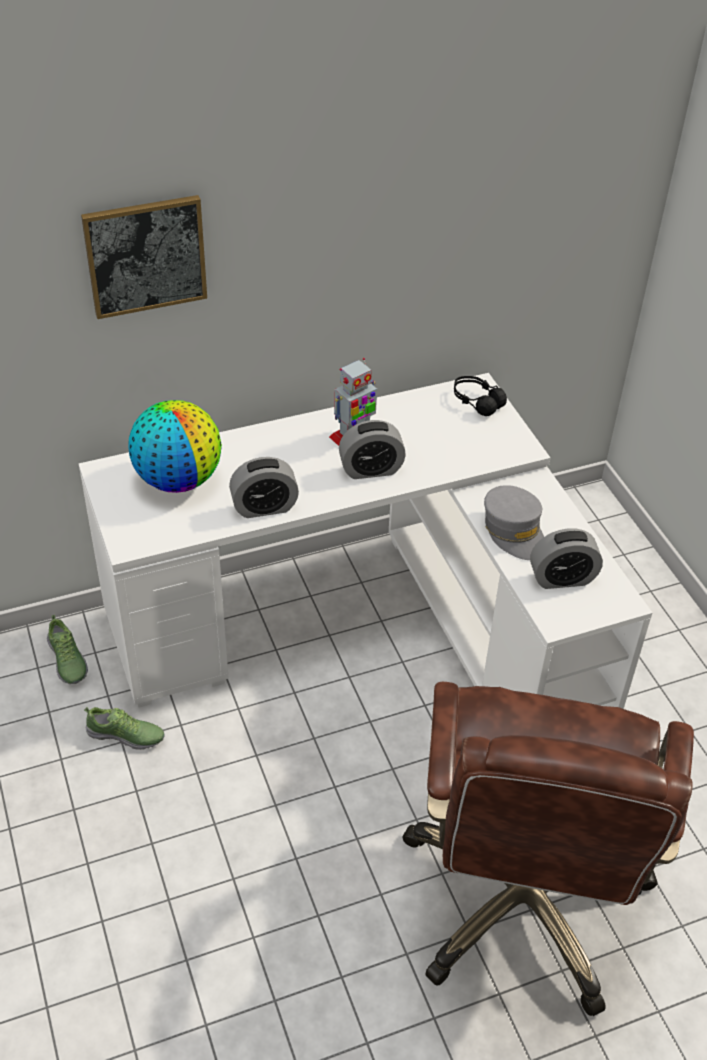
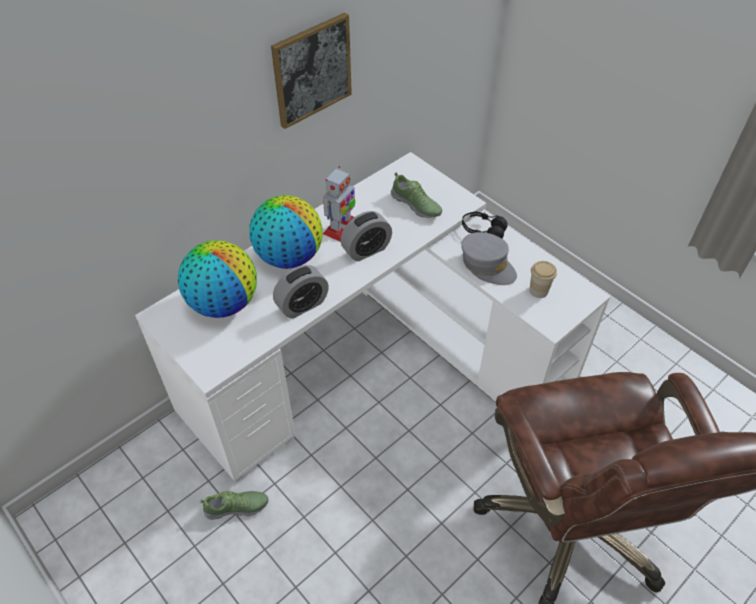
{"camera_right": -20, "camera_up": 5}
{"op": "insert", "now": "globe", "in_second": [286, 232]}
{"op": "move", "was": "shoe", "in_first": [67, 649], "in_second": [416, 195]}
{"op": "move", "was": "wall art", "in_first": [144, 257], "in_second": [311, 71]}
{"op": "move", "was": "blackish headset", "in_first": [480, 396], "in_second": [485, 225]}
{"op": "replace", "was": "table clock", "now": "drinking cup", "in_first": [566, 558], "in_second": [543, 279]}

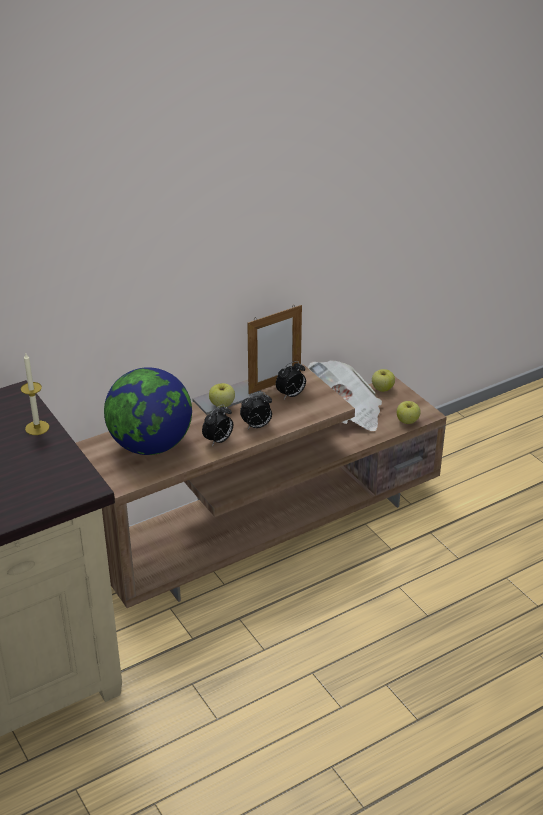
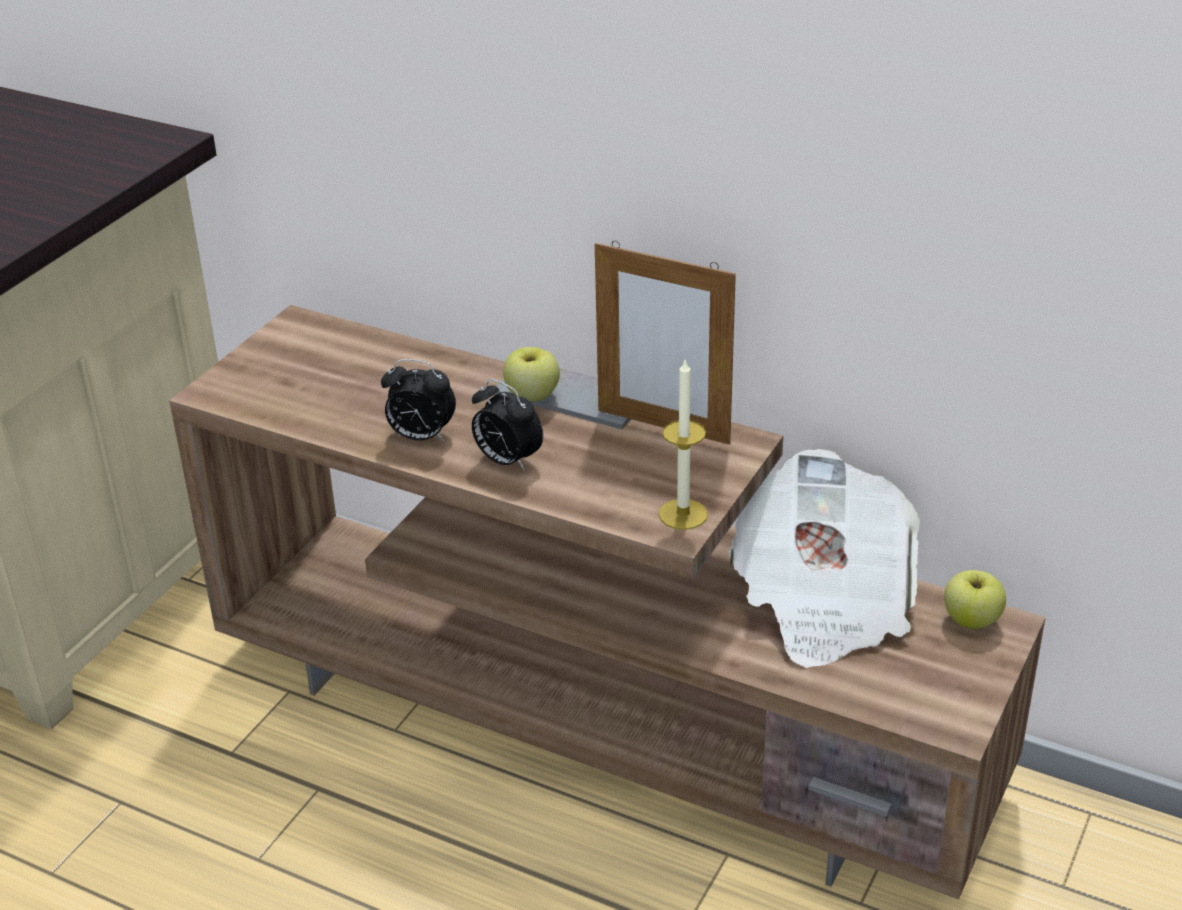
{"camera_right": 60, "camera_up": 0}
{"op": "delete", "was": "globe", "in_first": [148, 411]}
{"op": "delete", "was": "table clock", "in_first": [291, 380]}
{"op": "delete", "was": "apple", "in_first": [409, 412]}
{"op": "move", "was": "candle", "in_first": [35, 393], "in_second": [683, 445]}

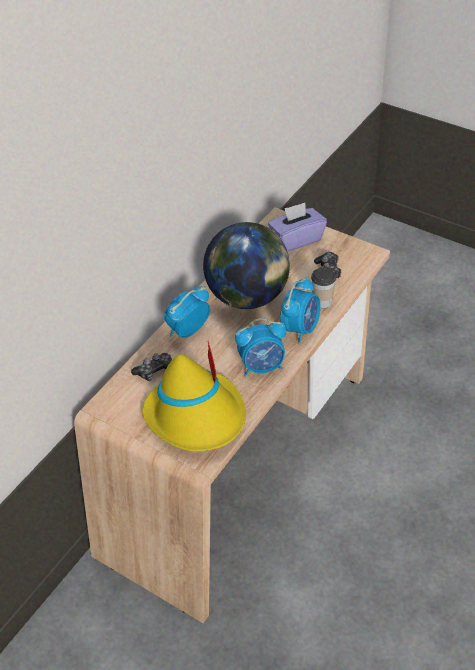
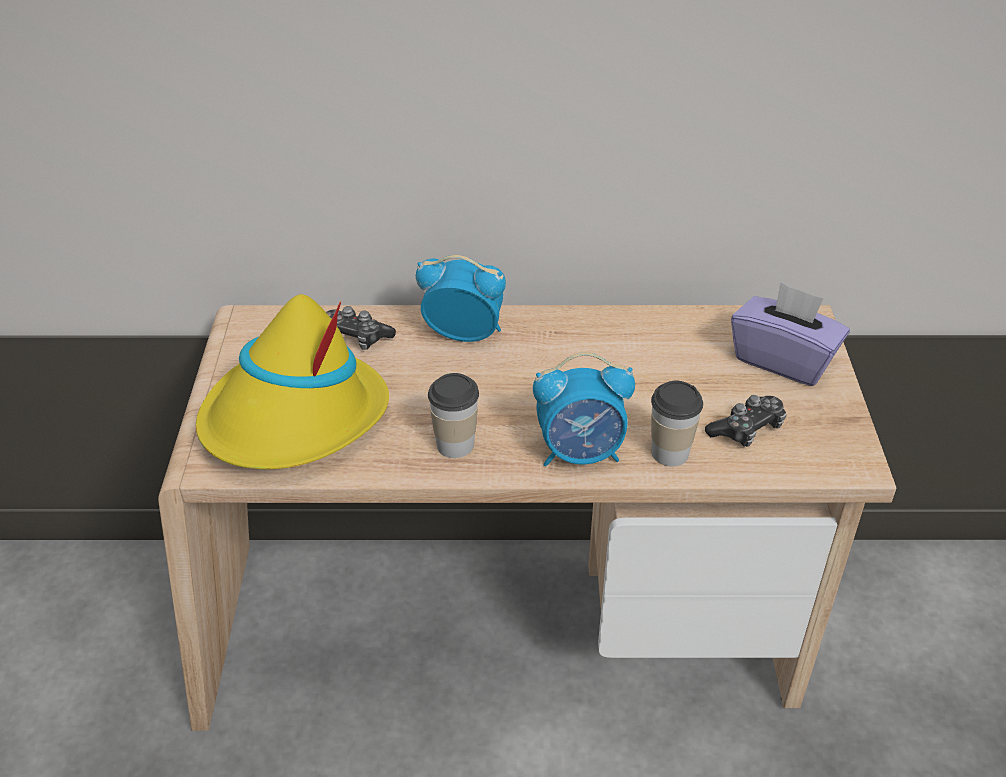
{"camera_right": 55, "camera_up": -5}
{"op": "delete", "was": "globe", "in_first": [246, 265]}
{"op": "replace", "was": "table clock", "now": "drinking cup", "in_first": [260, 347], "in_second": [453, 415]}

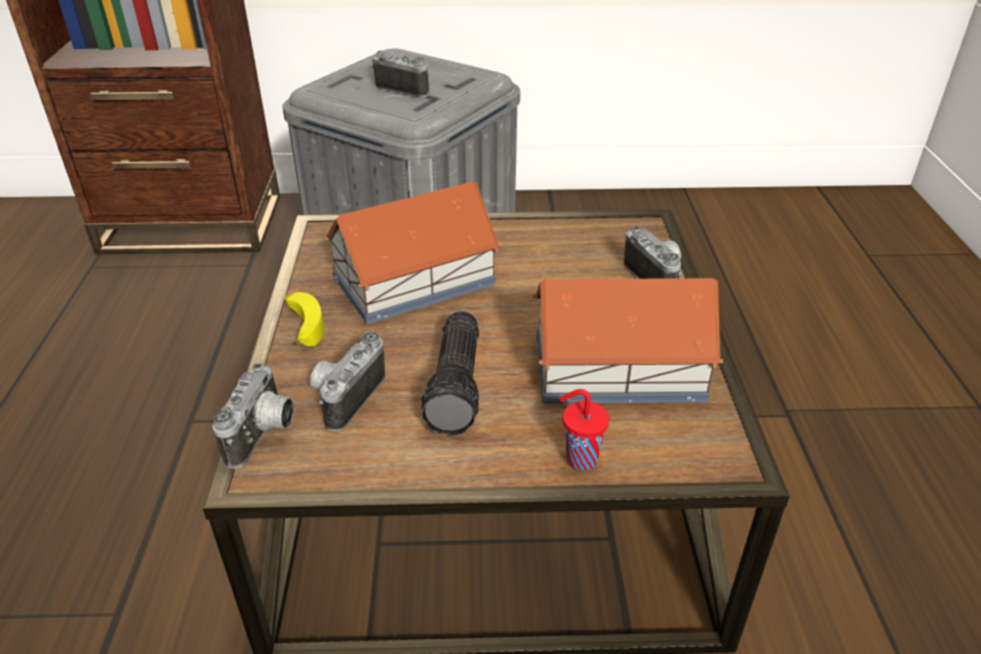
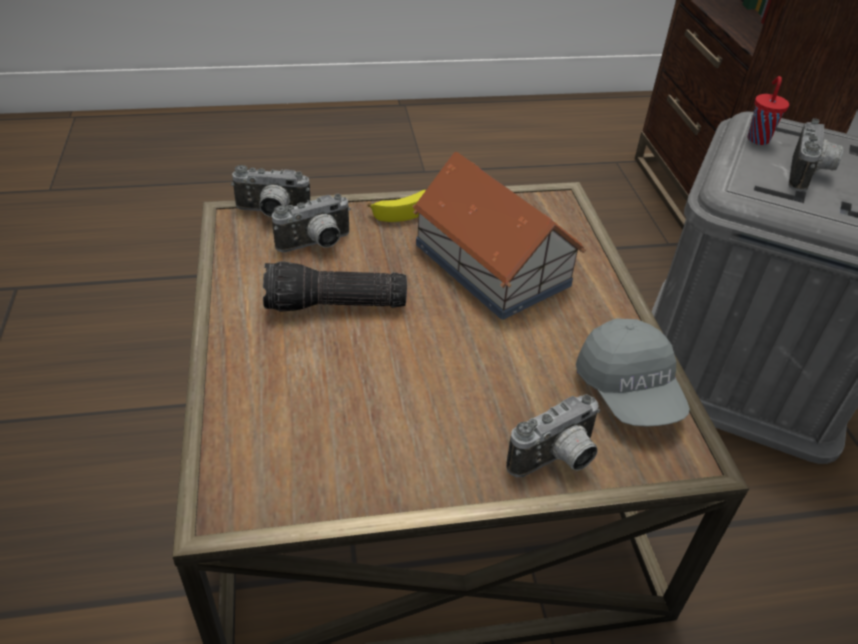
{"camera_right": 80, "camera_up": 5}
{"op": "delete", "was": "model house", "in_first": [628, 341]}
{"op": "insert", "now": "greyish cap", "in_second": [633, 372]}
{"op": "move", "was": "red-coloured drinking cup", "in_first": [584, 429], "in_second": [768, 110]}
{"op": "rotate", "was": "still camera", "in_first": [347, 381], "in_second": [311, 223], "clockwise": 135}

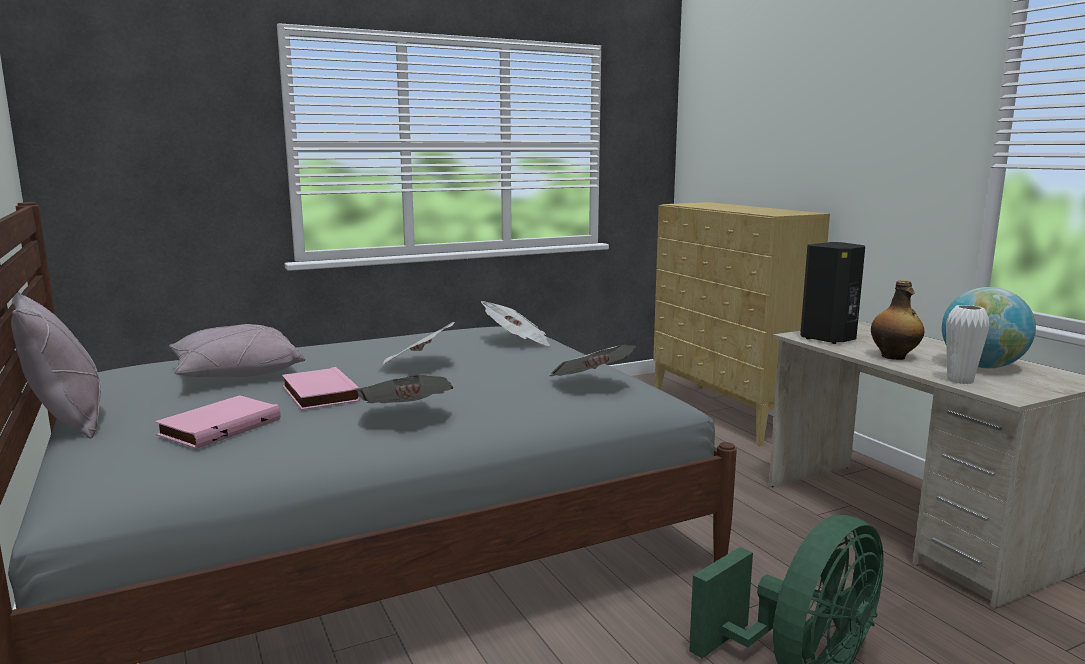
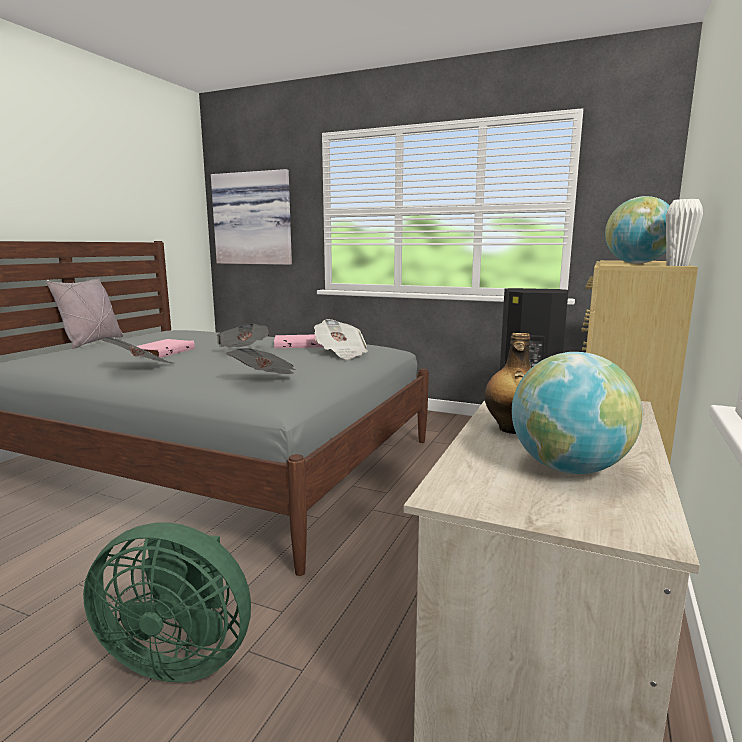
{"camera_right": 50, "camera_up": 0}
{"op": "delete", "was": "purple-coloured pillow", "in_first": [237, 350]}
{"op": "insert", "now": "wall art", "in_second": [251, 217]}
{"op": "insert", "now": "globe", "in_second": [637, 230]}
{"op": "move", "was": "pink-coloured bound book", "in_first": [218, 422], "in_second": [299, 341]}
{"op": "move", "was": "white-coloured vase", "in_first": [968, 344], "in_second": [684, 232]}

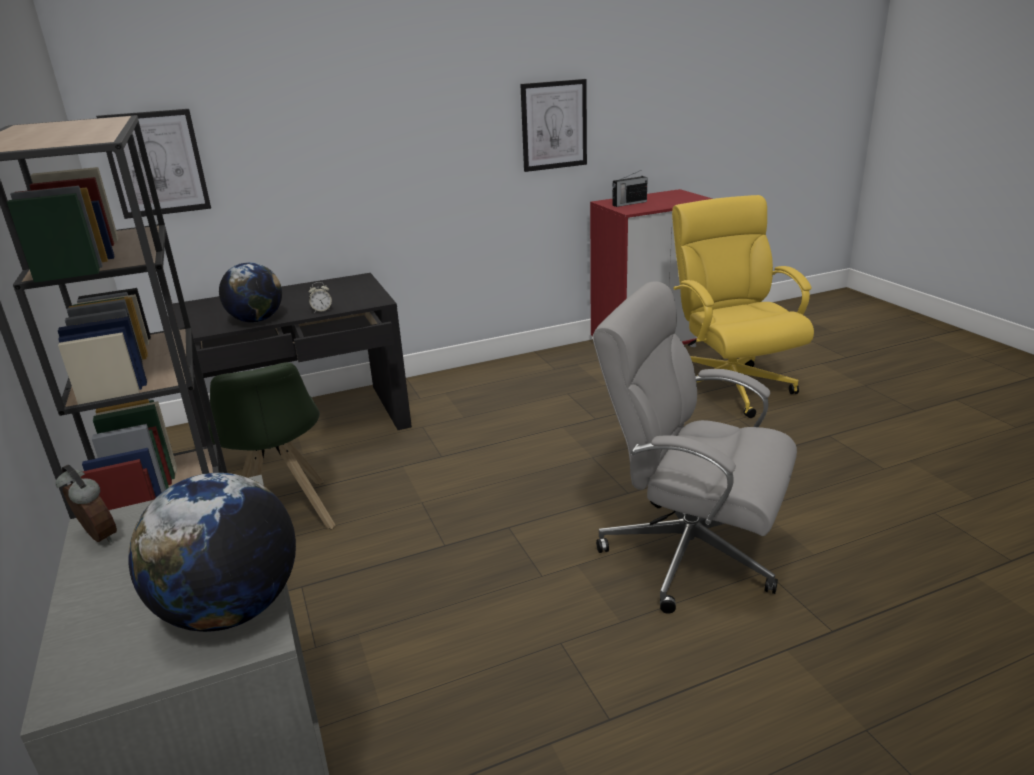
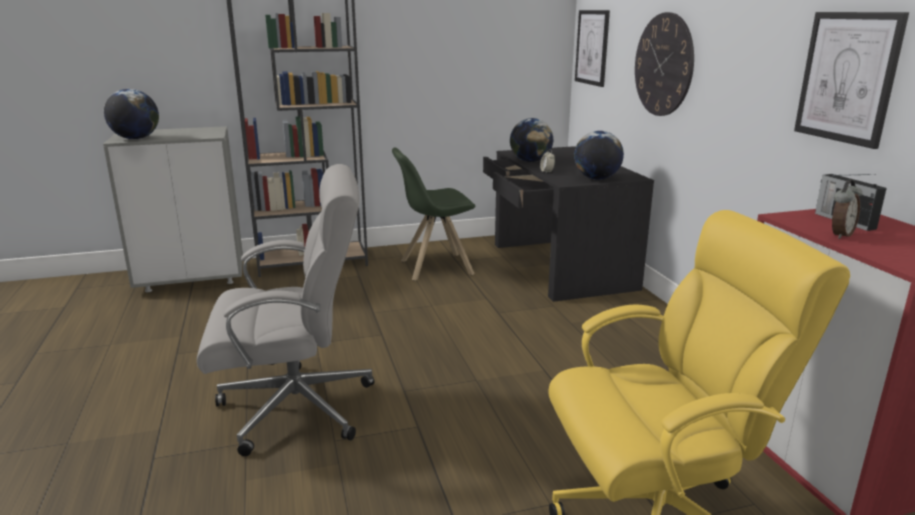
{"camera_right": 95, "camera_up": -5}
{"op": "insert", "now": "globe", "in_second": [599, 155]}
{"op": "insert", "now": "clock on the wall", "in_second": [664, 64]}
{"op": "move", "was": "table clock", "in_first": [86, 504], "in_second": [847, 209]}
{"op": "rotate", "was": "greyish desk chair", "in_first": [695, 447], "in_second": [285, 310], "clockwise": 45}

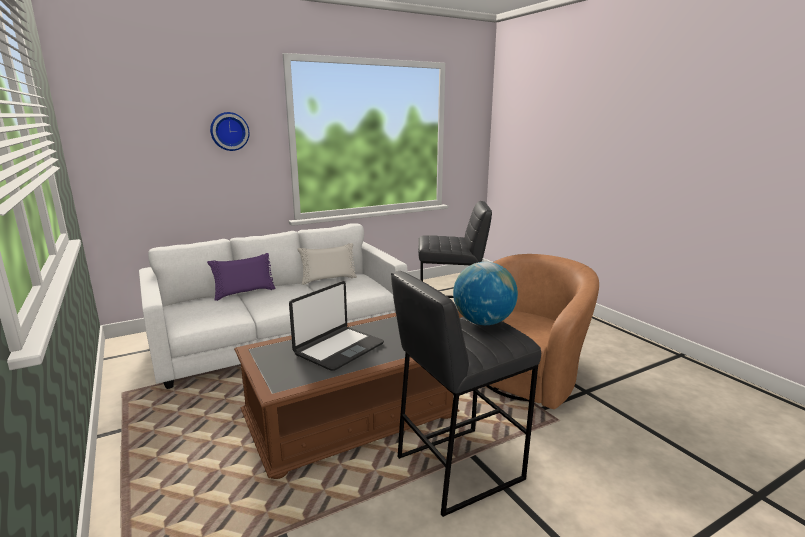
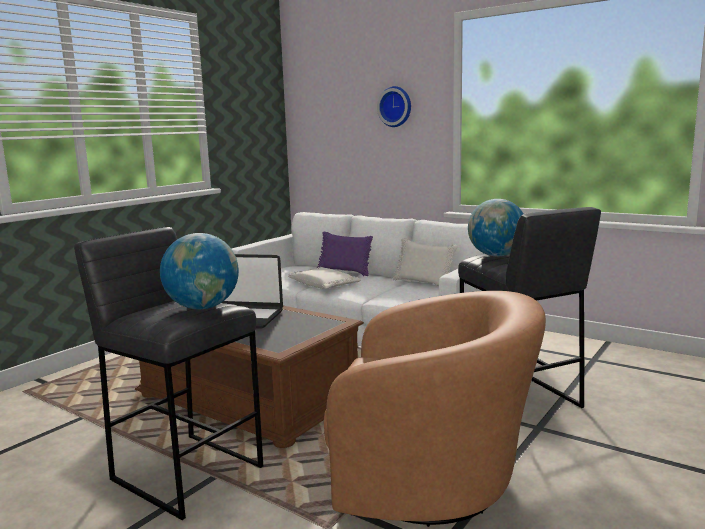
{"camera_right": 65, "camera_up": -5}
{"op": "insert", "now": "white-coloured pillow", "in_second": [324, 278]}
{"op": "insert", "now": "globe", "in_second": [495, 227]}

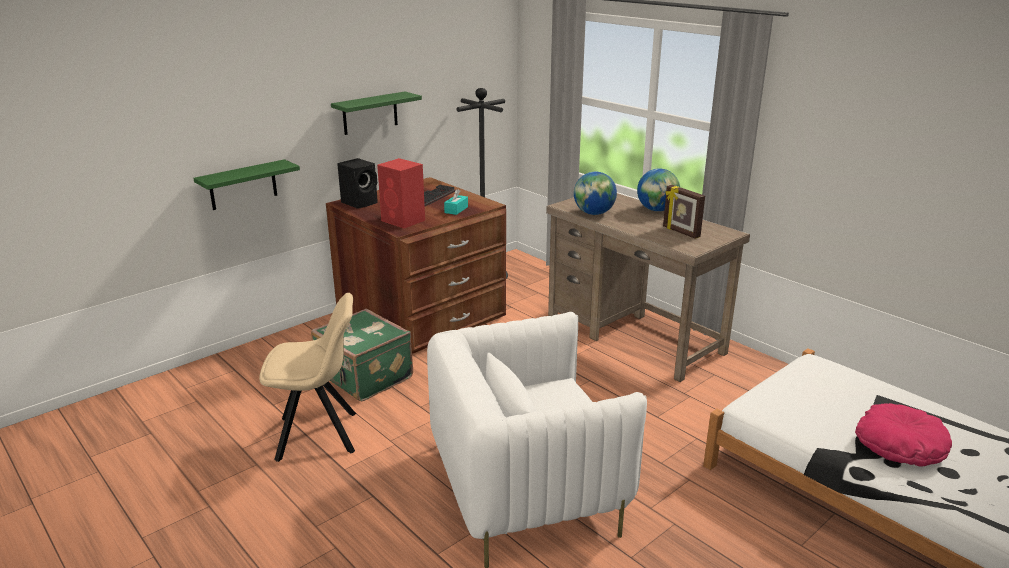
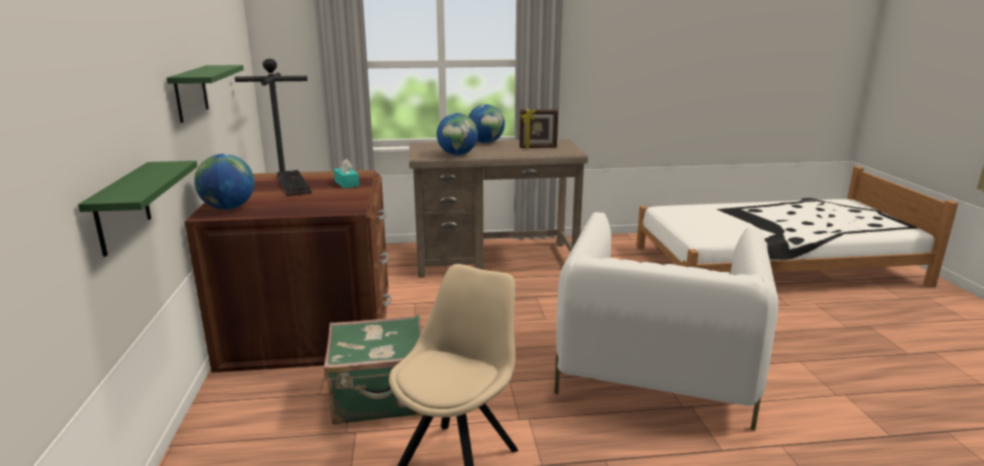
{"camera_right": -55, "camera_up": -5}
{"op": "delete", "was": "red-coloured audio speaker", "in_first": [401, 193]}
{"op": "delete", "was": "pink-coloured pillow", "in_first": [903, 434]}
{"op": "replace", "was": "blackish audio speaker", "now": "globe", "in_first": [357, 183], "in_second": [224, 182]}

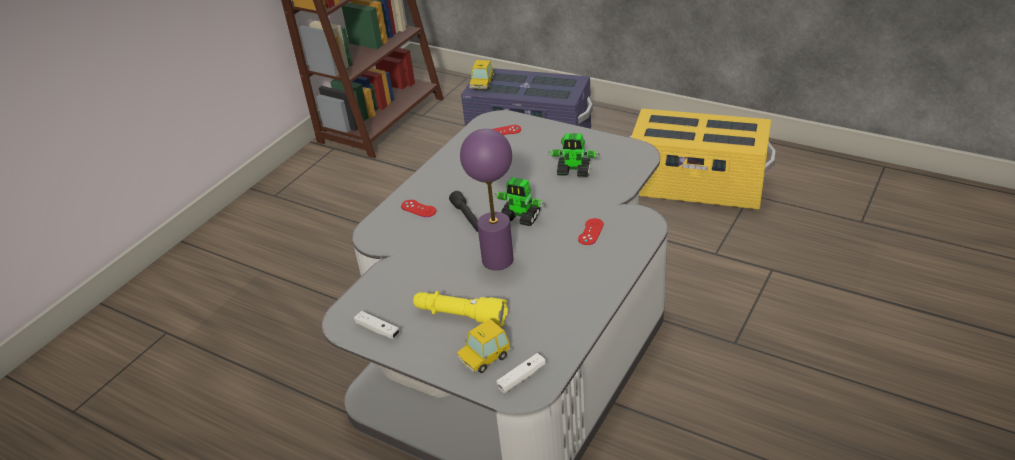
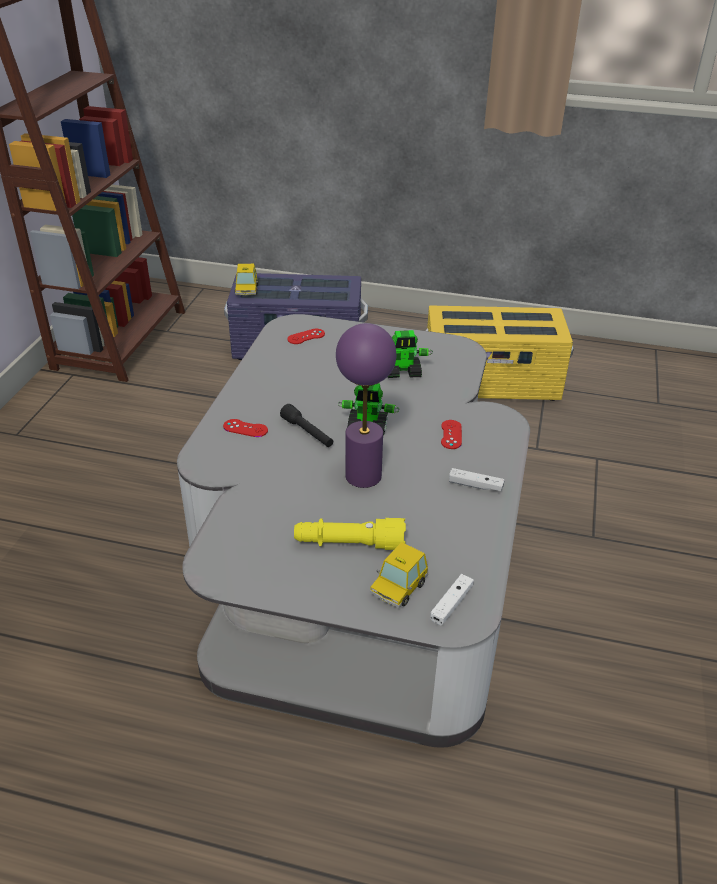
{"camera_right": -20, "camera_up": 0}
{"op": "move", "was": "white-coloured gamepad", "in_first": [377, 325], "in_second": [477, 479]}

